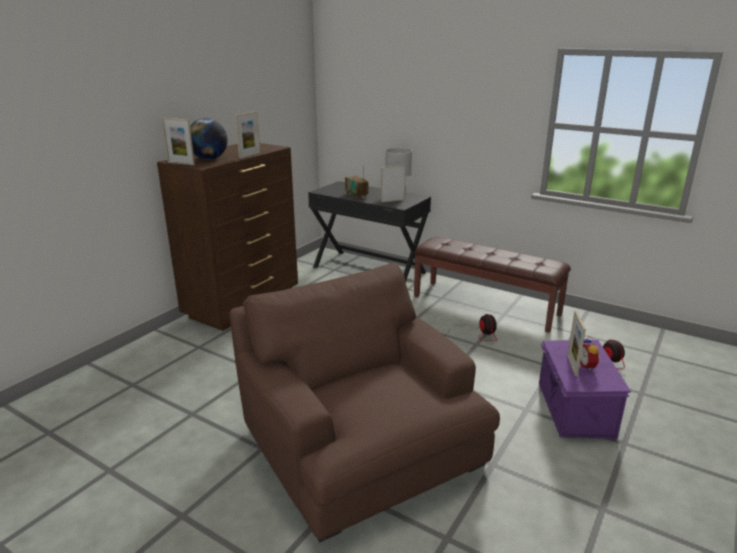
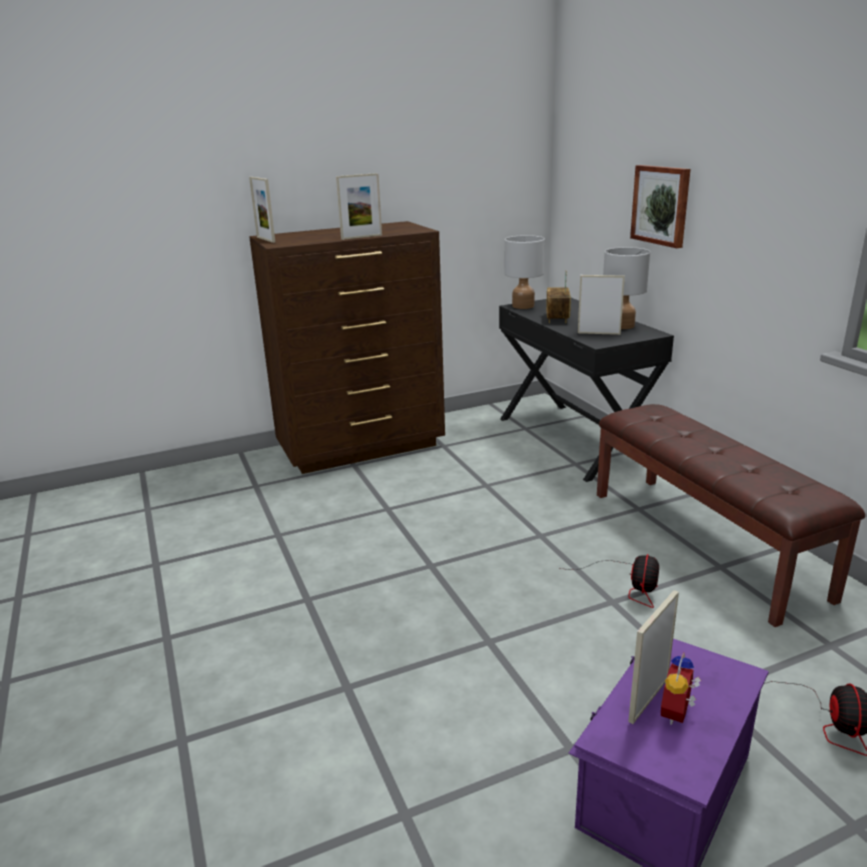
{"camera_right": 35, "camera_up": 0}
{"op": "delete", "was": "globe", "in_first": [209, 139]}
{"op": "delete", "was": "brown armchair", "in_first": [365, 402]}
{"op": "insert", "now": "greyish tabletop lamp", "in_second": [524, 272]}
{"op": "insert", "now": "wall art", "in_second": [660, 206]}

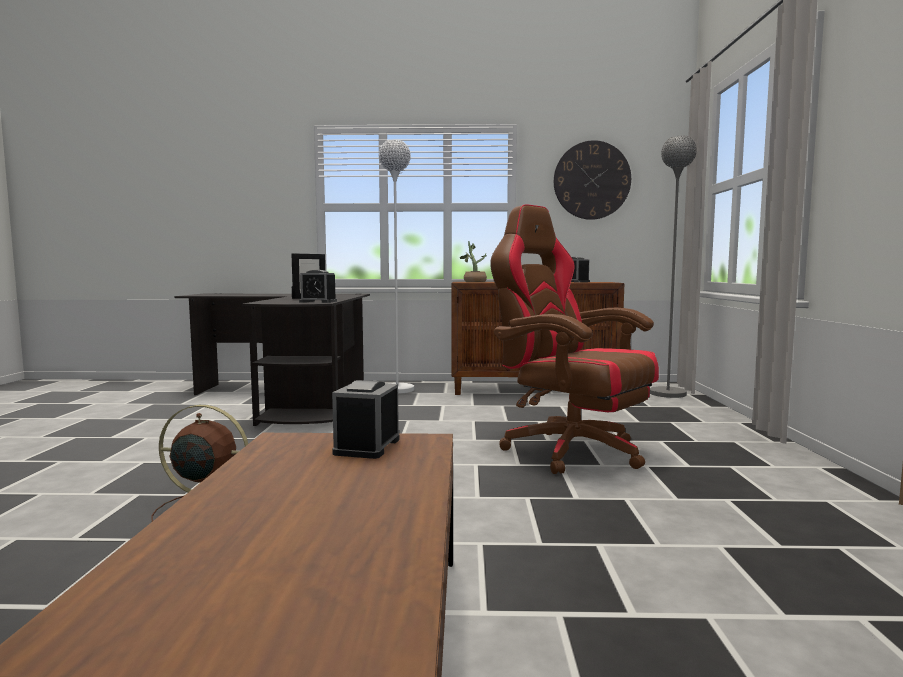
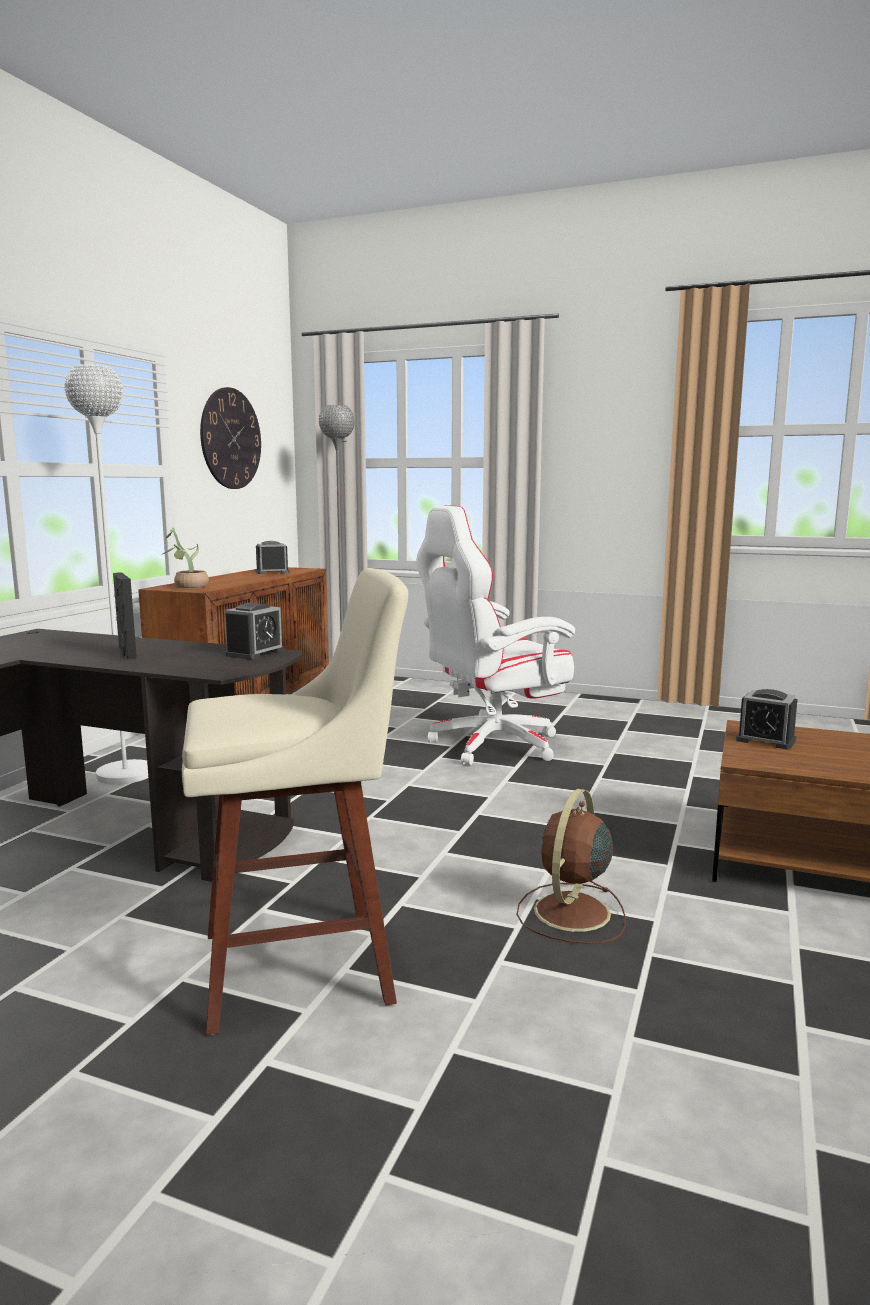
{"camera_right": -70, "camera_up": 5}
{"op": "insert", "now": "beige stool seat", "in_second": [295, 801]}
{"op": "recolor", "was": "brown desk chair", "now": "white-coloured desk chair", "in_first": [574, 339], "in_second": [496, 635]}

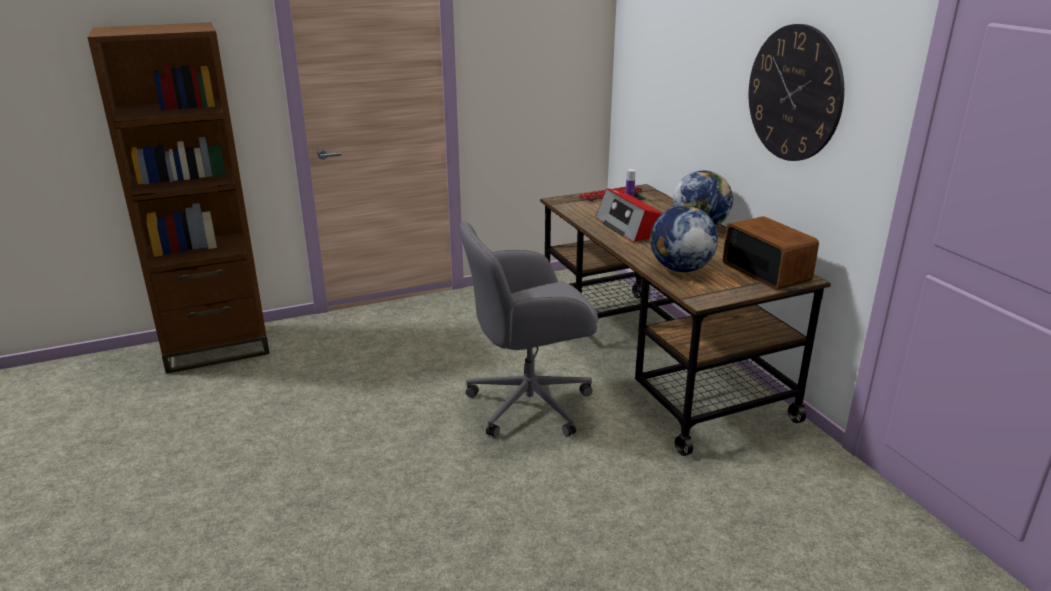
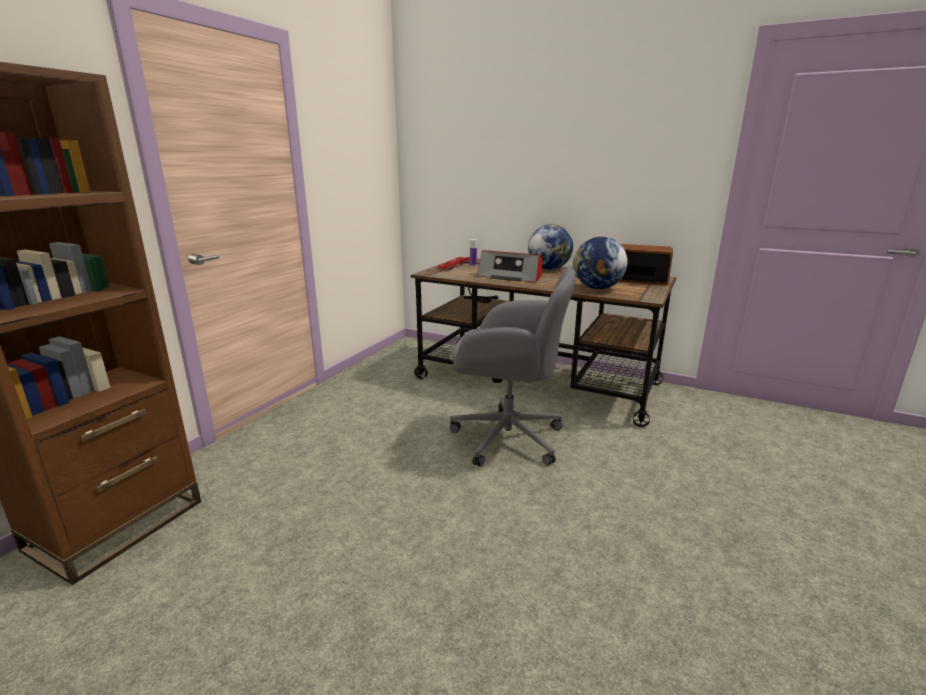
{"camera_right": -40, "camera_up": -5}
{"op": "delete", "was": "clock on the wall", "in_first": [796, 92]}
{"op": "rotate", "was": "greyish desk chair", "in_first": [529, 329], "in_second": [513, 366], "clockwise": -105}

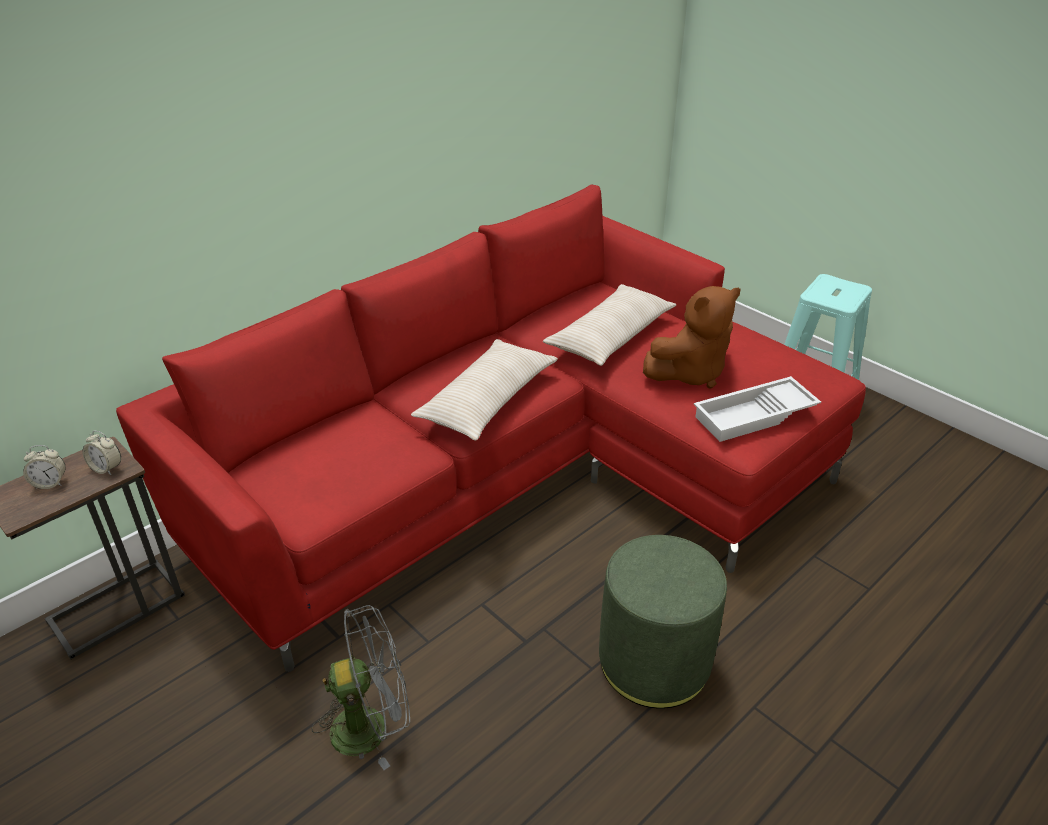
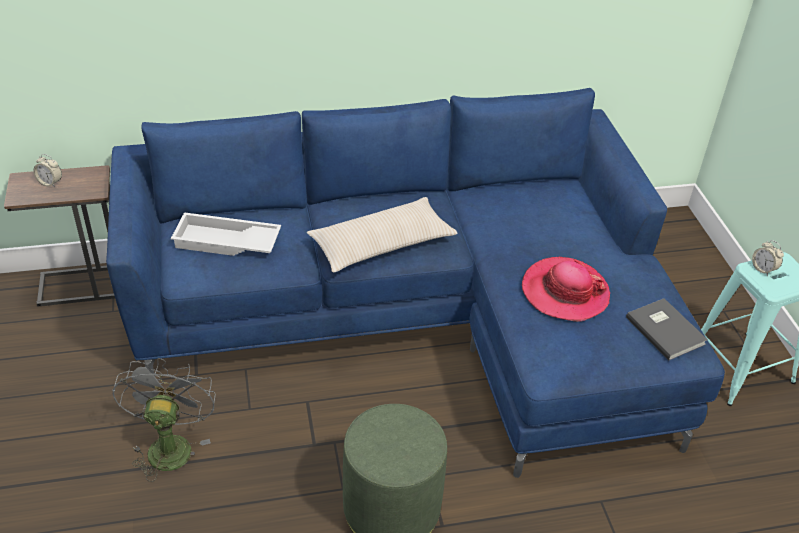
{"camera_right": 30, "camera_up": 5}
{"op": "delete", "was": "beige pillow", "in_first": [610, 325]}
{"op": "insert", "now": "greyish bound book", "in_second": [667, 329]}
{"op": "move", "was": "table clock", "in_first": [101, 453], "in_second": [768, 258]}
{"op": "move", "was": "white-coloured serving tray", "in_first": [757, 409], "in_second": [226, 234]}
{"op": "replace", "was": "brown soft toy", "now": "wearable hat", "in_first": [691, 337], "in_second": [566, 289]}
{"op": "recolor", "was": "red-coloured couch", "now": "blue couch", "in_first": [491, 428], "in_second": [415, 283]}
{"op": "rotate", "was": "greyish cooling fan", "in_first": [361, 687], "in_second": [164, 420], "clockwise": -105}

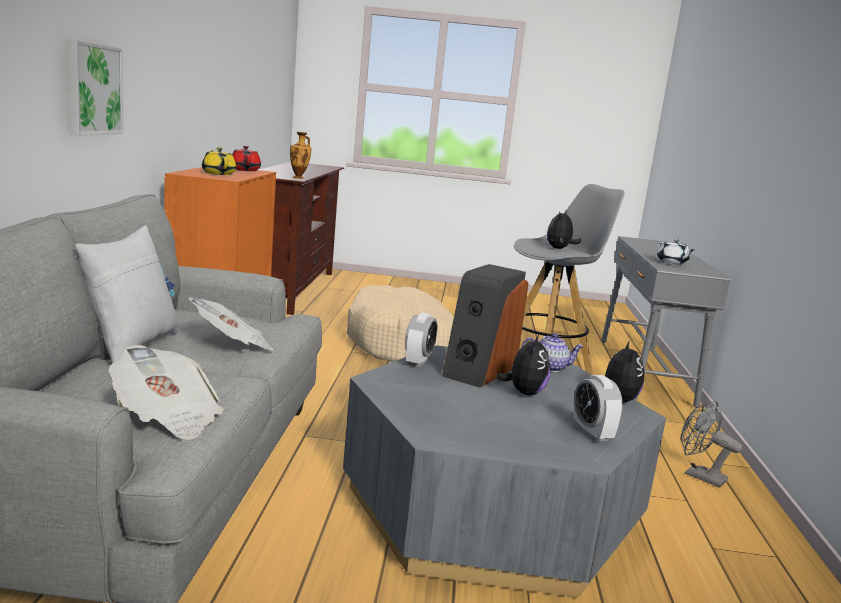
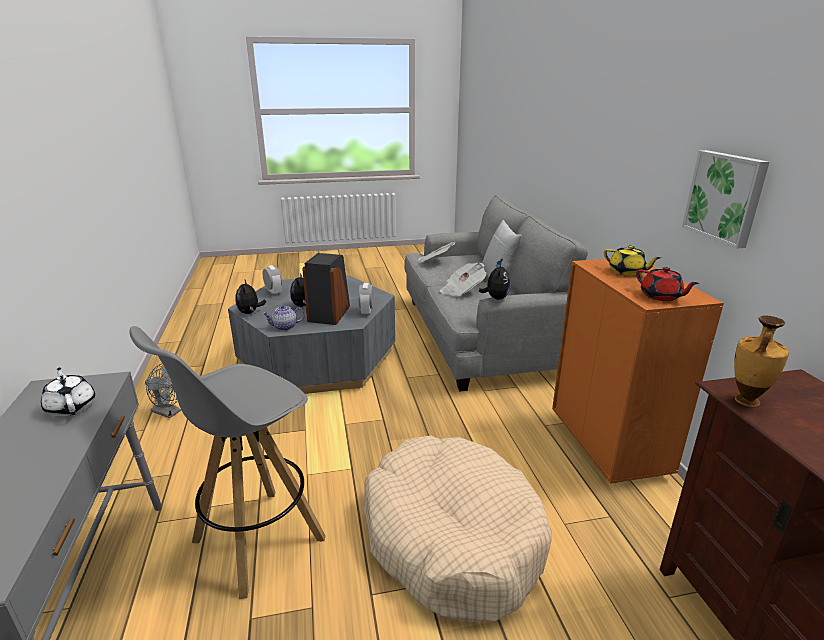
{"camera_right": 165, "camera_up": 10}
{"op": "move", "was": "wall art", "in_first": [94, 87], "in_second": [725, 199]}
{"op": "move", "was": "soft toy", "in_first": [564, 230], "in_second": [495, 281]}

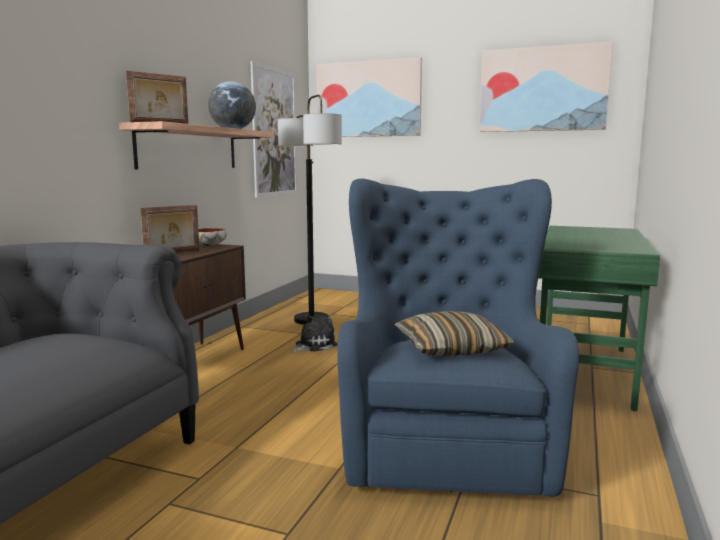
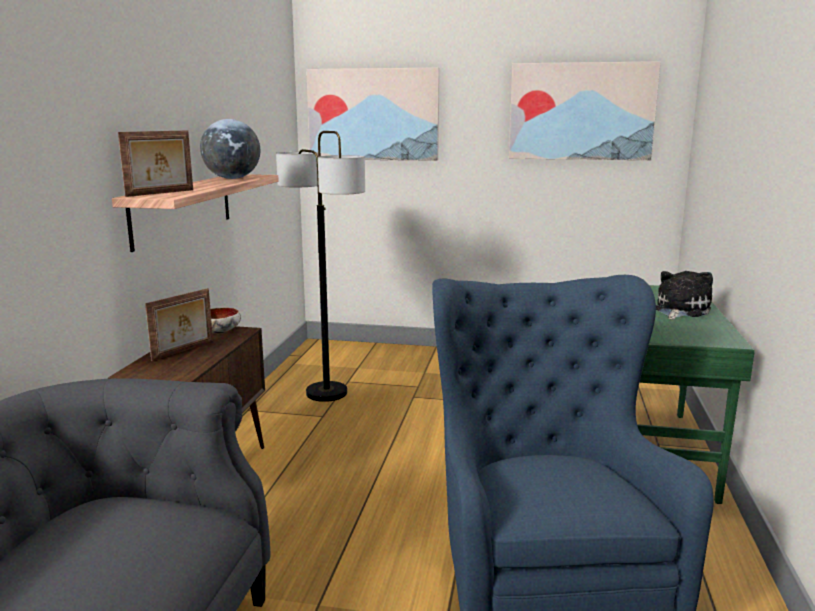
{"camera_right": -10, "camera_up": 5}
{"op": "delete", "was": "wall art", "in_first": [274, 129]}
{"op": "delete", "was": "pillow", "in_first": [454, 333]}
{"op": "move", "was": "soft toy", "in_first": [314, 334], "in_second": [684, 295]}

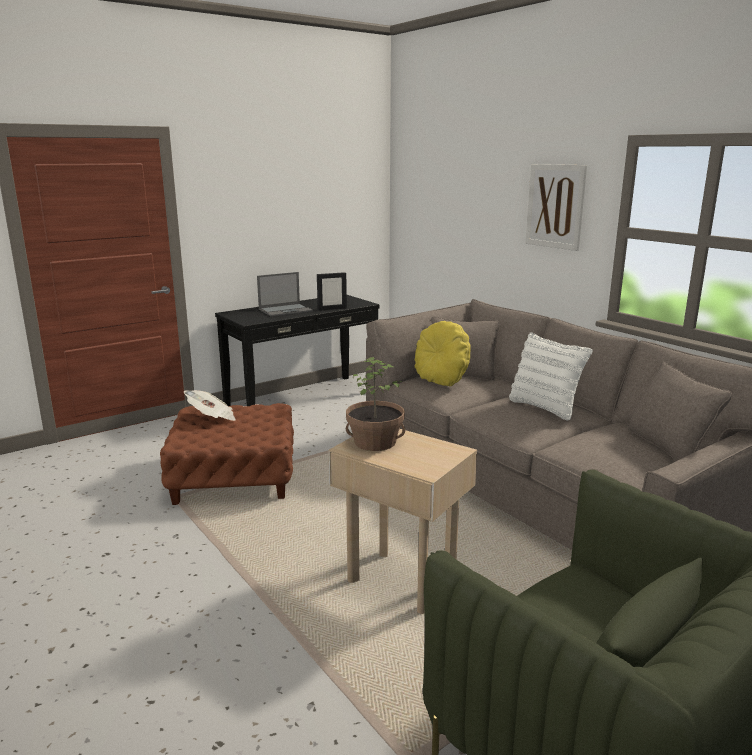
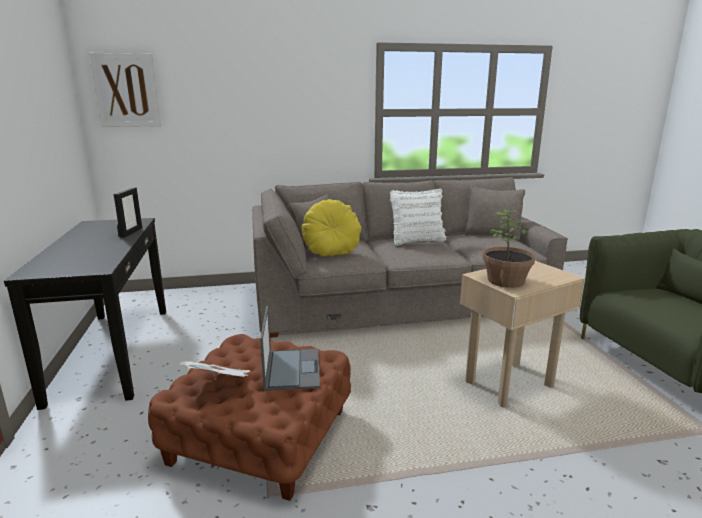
{"camera_right": -65, "camera_up": 0}
{"op": "move", "was": "notebook computer", "in_first": [285, 294], "in_second": [290, 348]}
{"op": "move", "was": "wall art", "in_first": [556, 207], "in_second": [125, 90]}

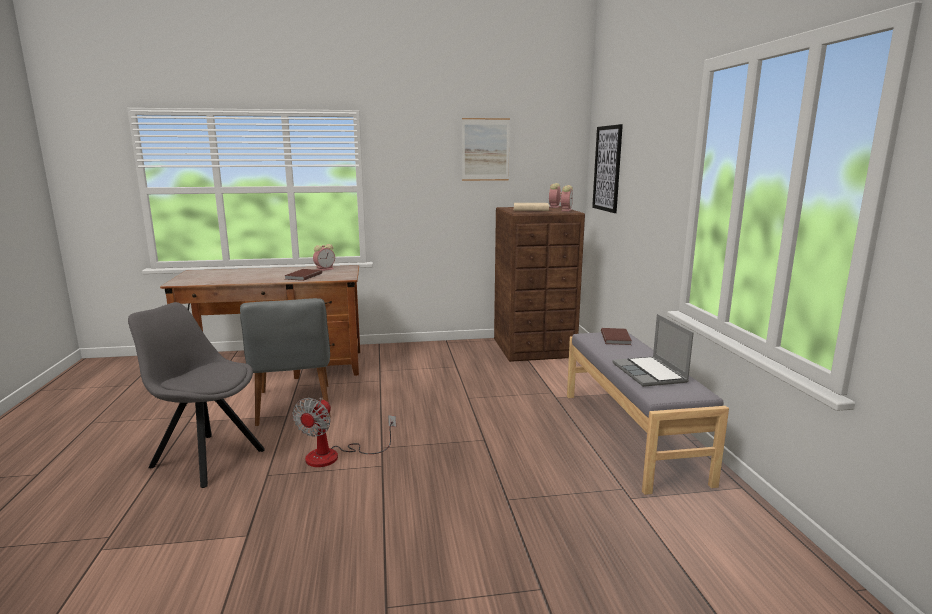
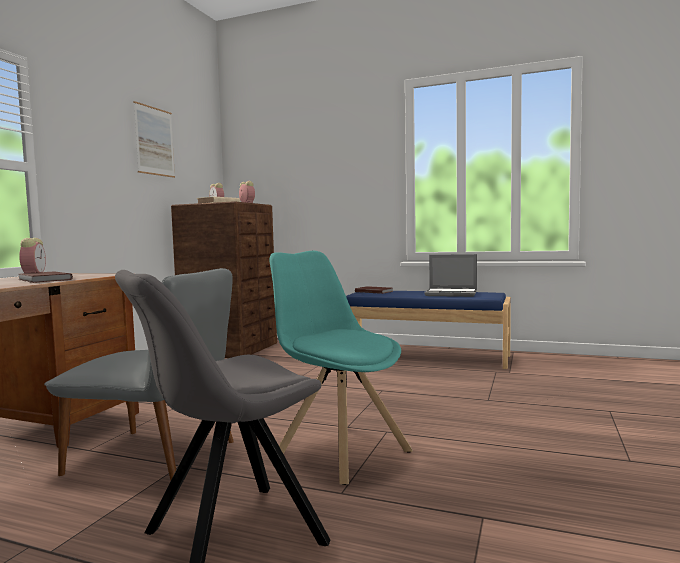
{"camera_right": -60, "camera_up": -10}
{"op": "delete", "was": "wall art", "in_first": [607, 168]}
{"op": "replace", "was": "cooling fan", "now": "blue-green upright chair", "in_first": [344, 432], "in_second": [341, 368]}
{"op": "recolor", "was": "greyish long seat", "now": "blue long seat", "in_first": [648, 413], "in_second": [428, 330]}

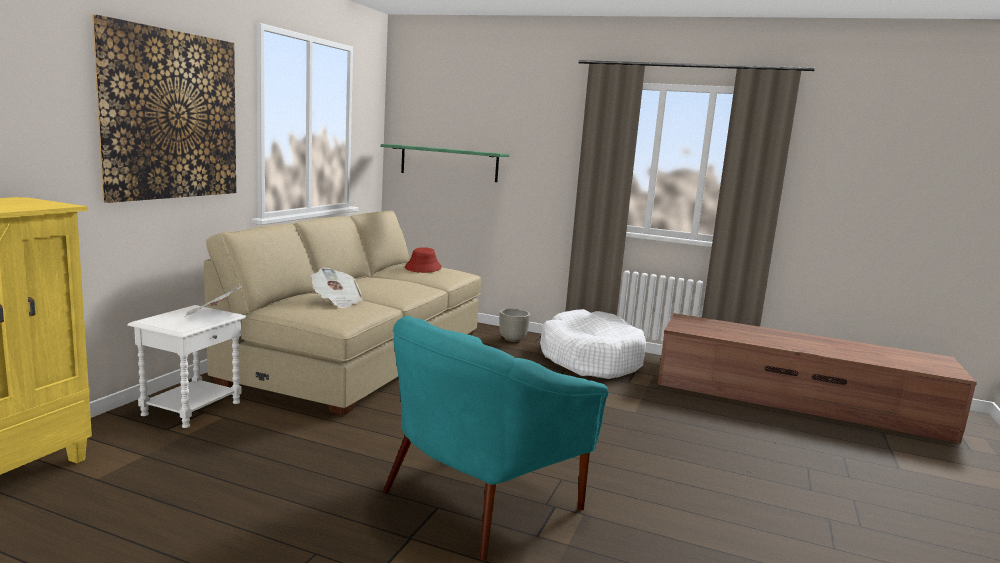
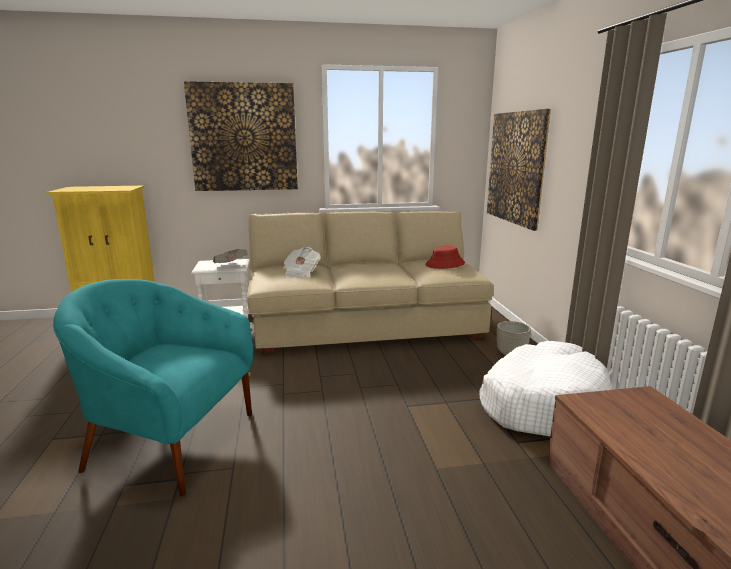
{"camera_right": 60, "camera_up": 5}
{"op": "replace", "was": "green wall shelf", "now": "wall art", "in_first": [445, 163], "in_second": [519, 170]}

